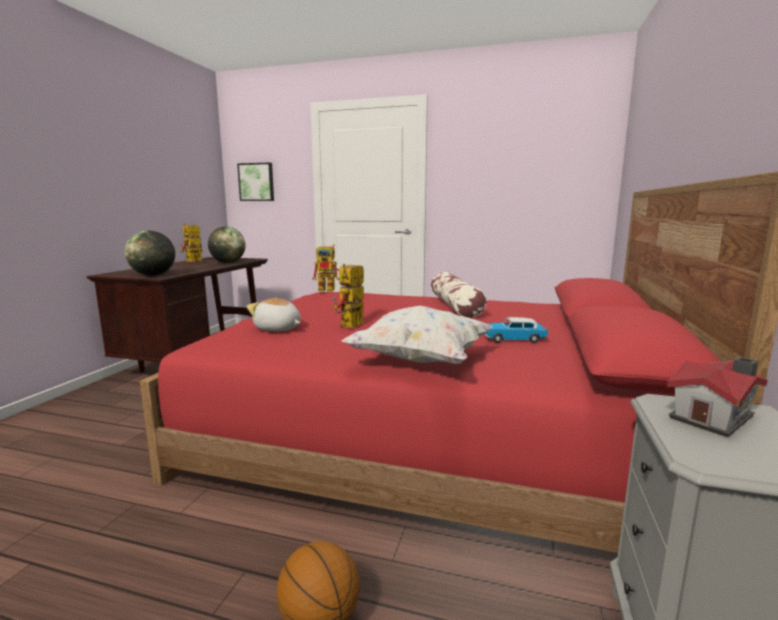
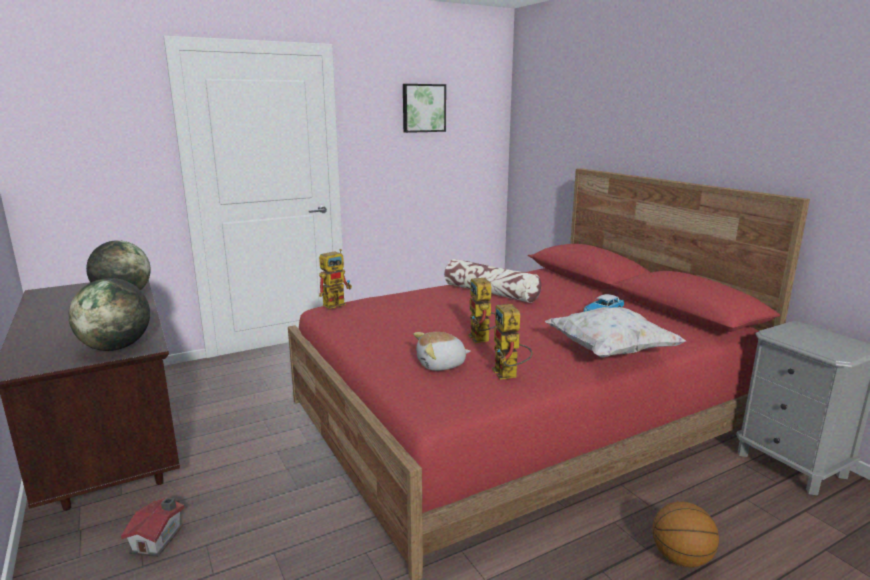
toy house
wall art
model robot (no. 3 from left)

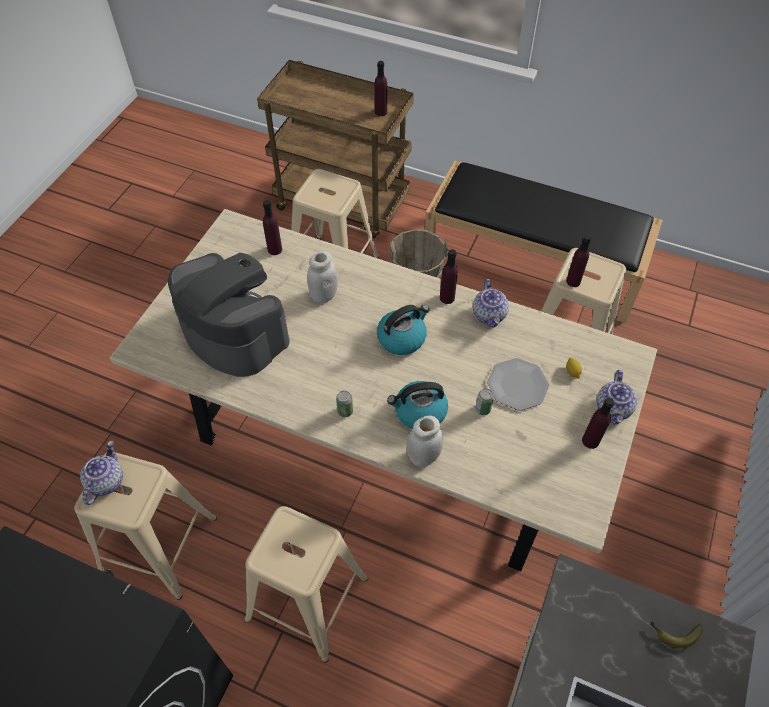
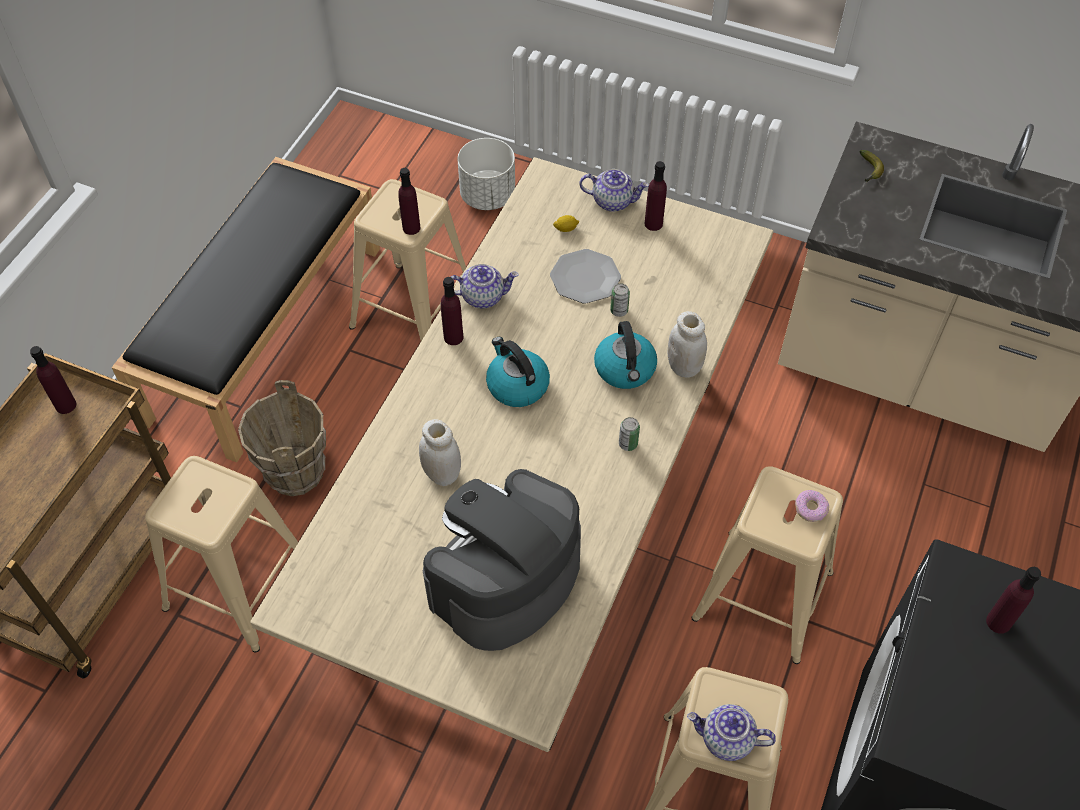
white planter
doughnut
purplish beverage bottle (no. 5 from left)

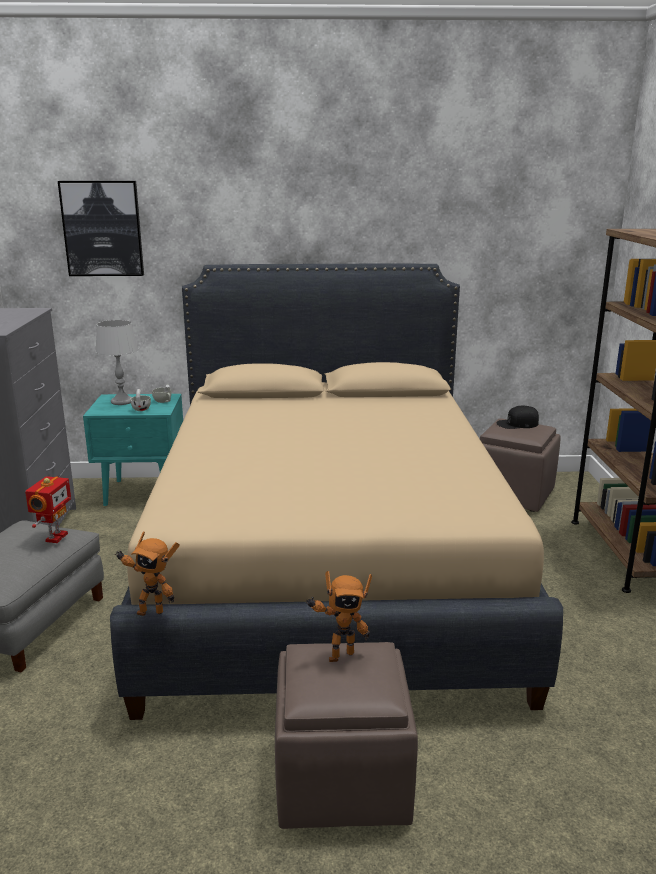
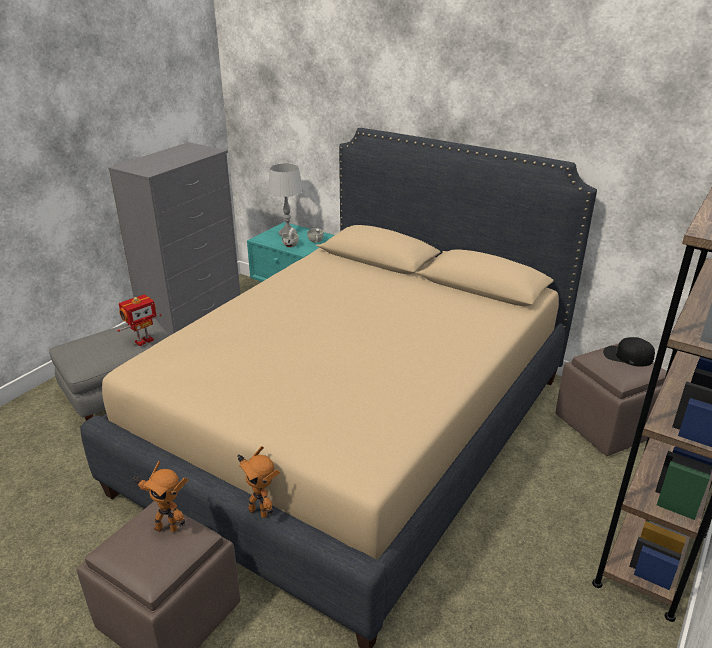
model robot (no. 3 from left)
wall art

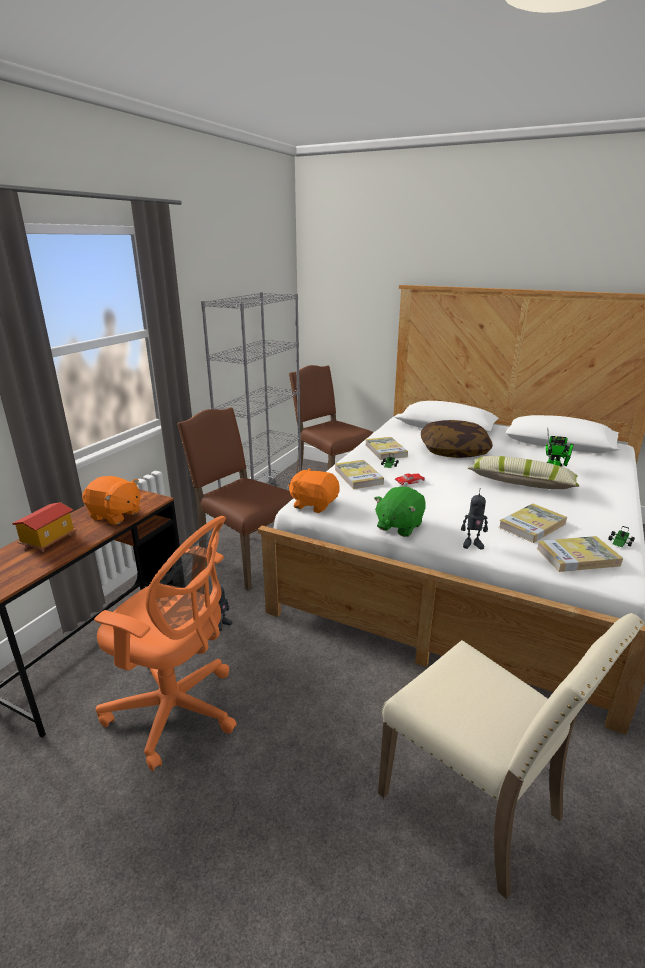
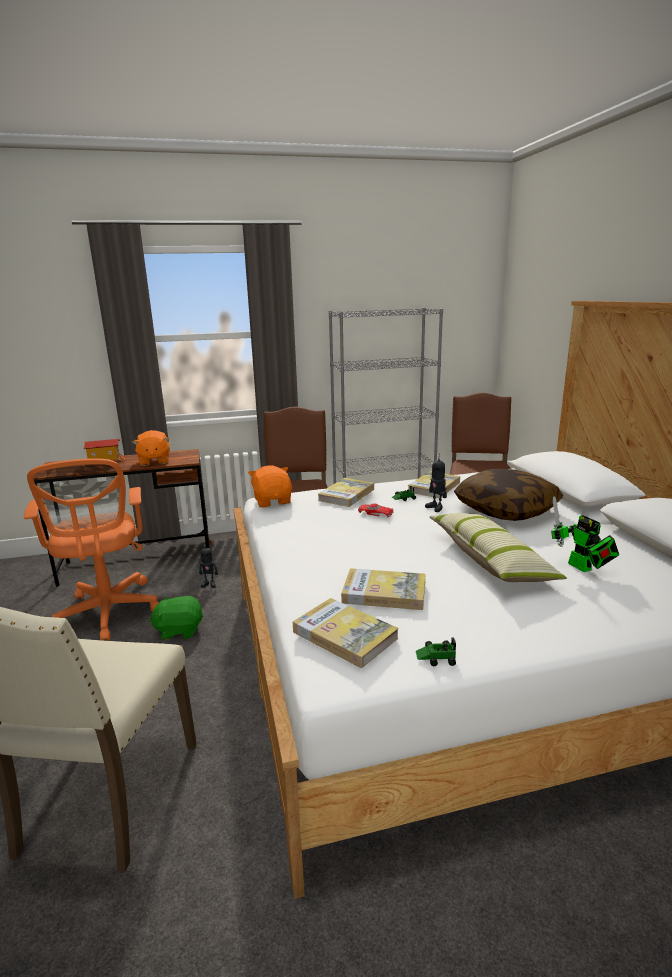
green-coloured plush toy
model robot (no. 2 from left)

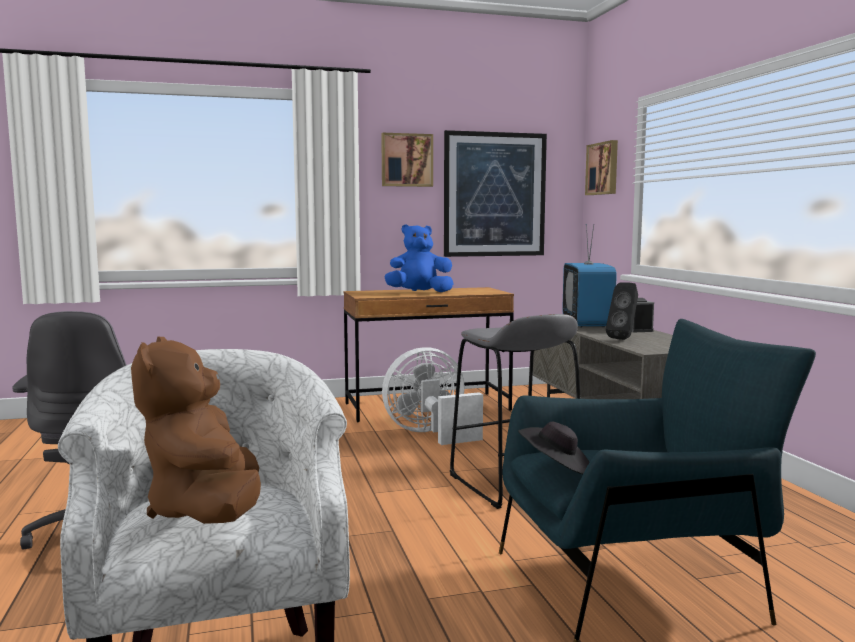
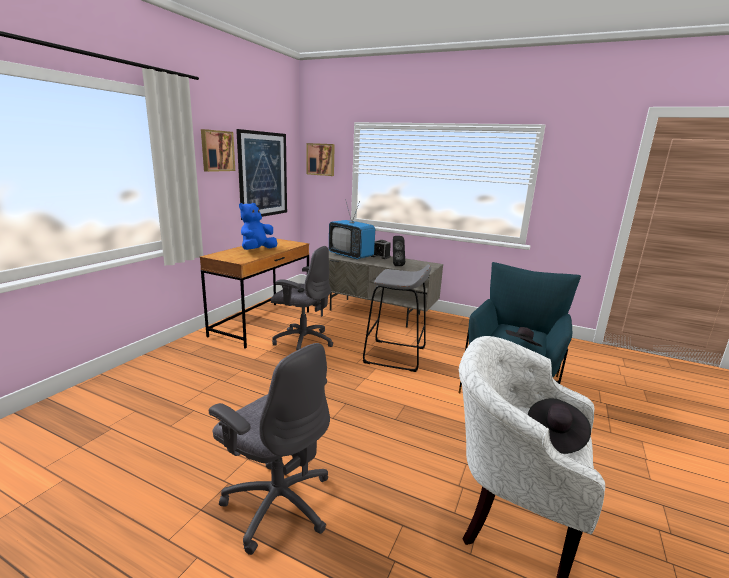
greyish desk chair (no. 2 from left)
blackish hat (no. 2 from left)

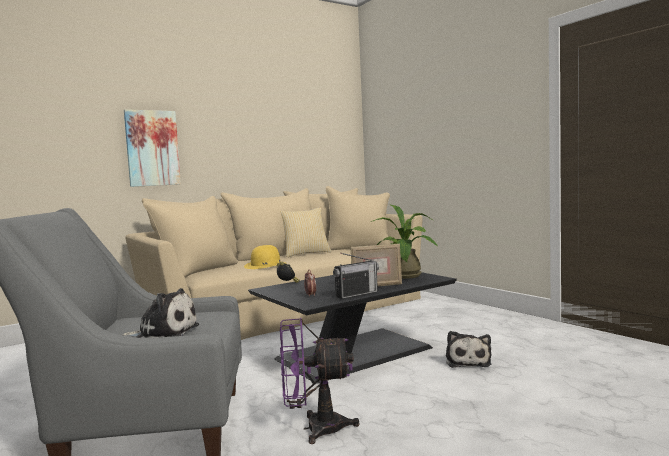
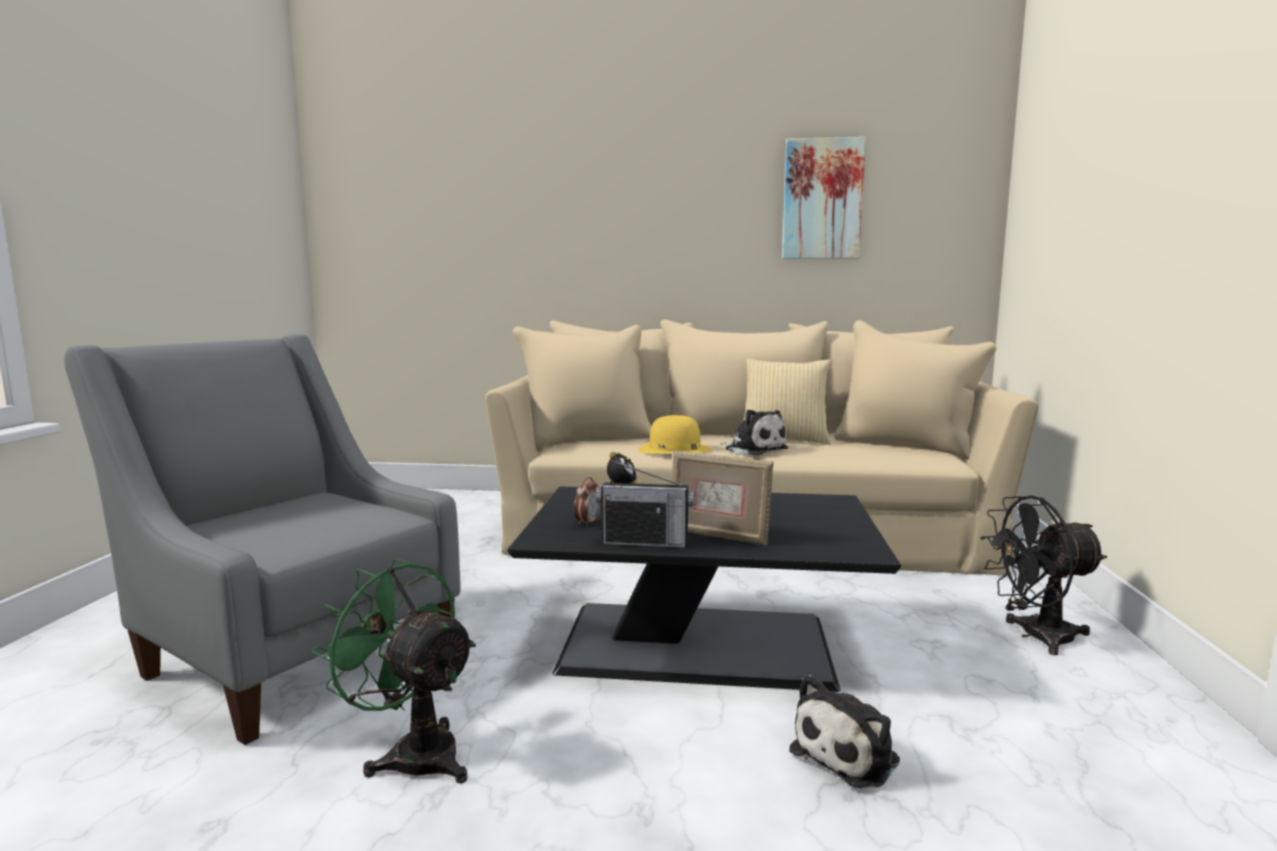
green-coloured cooling fan
plush toy (no. 1 from left)
wall art
blackish cooling fan
plant in a pot

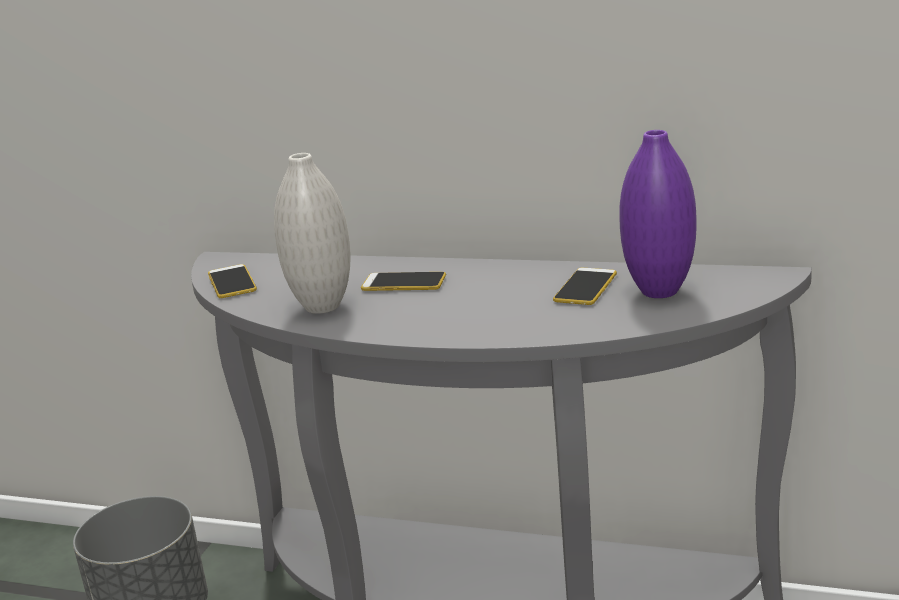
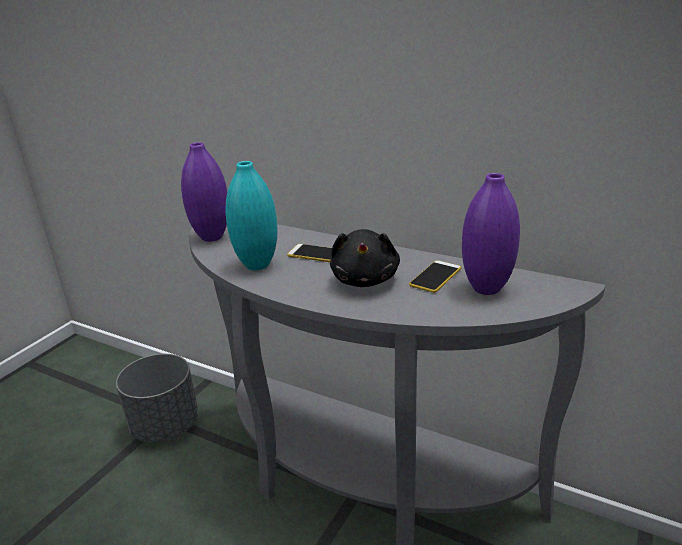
purplish flower vase (no. 1 from left)
turquoise-coloured flower vase
blackish plush toy

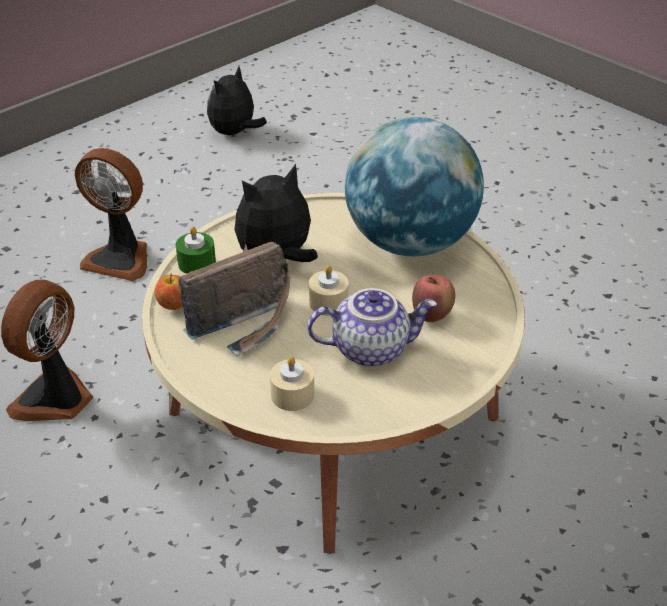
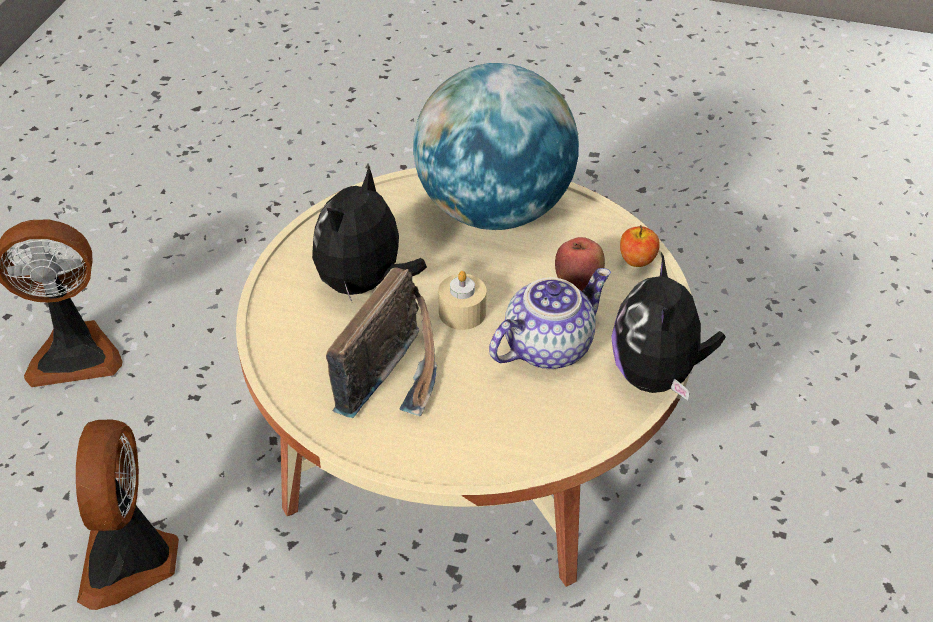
plush toy (no. 2 from left)
apple fruit (no. 2 from left)
green-coloured wax light
sand-coloured wax light (no. 1 from left in the first image)

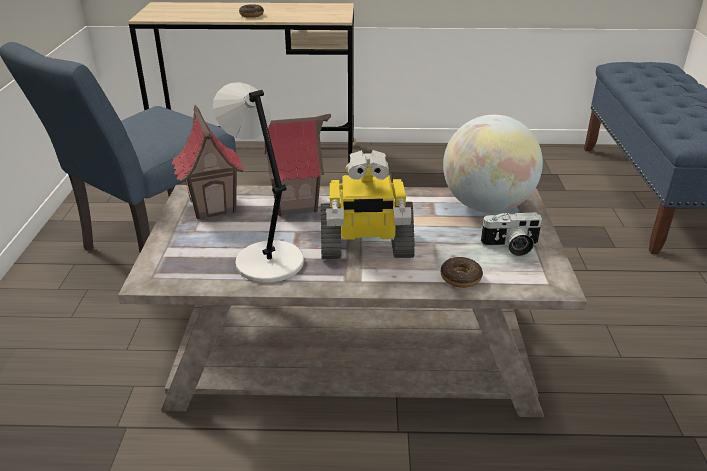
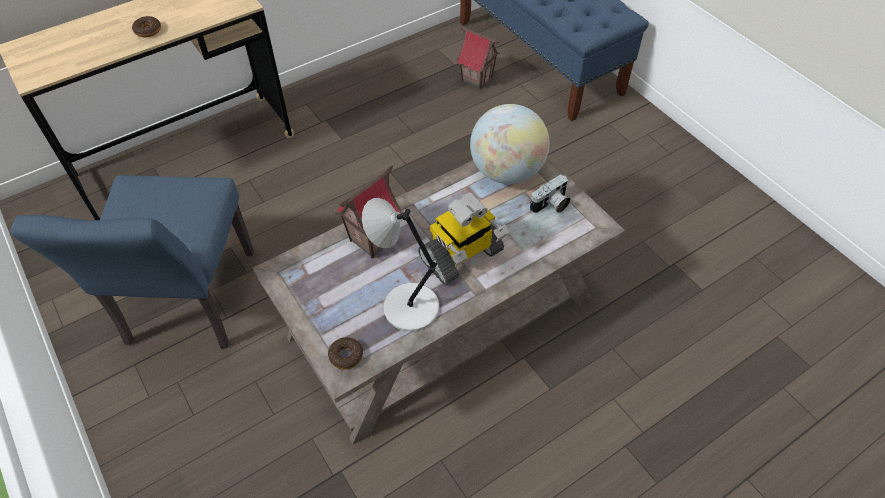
doughnut (no. 2 from left)
toy house (no. 2 from left)

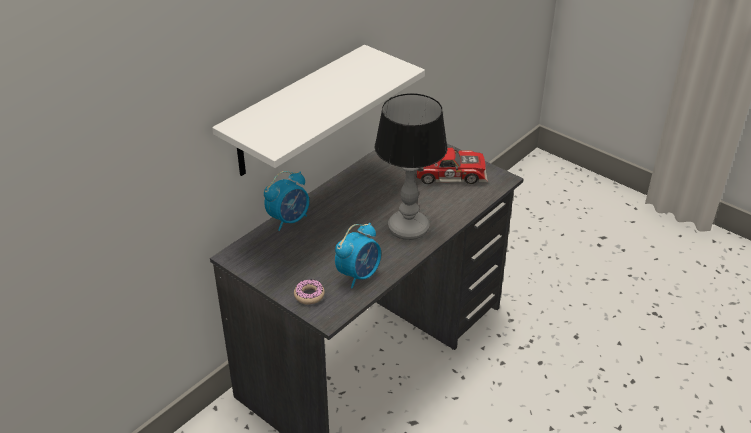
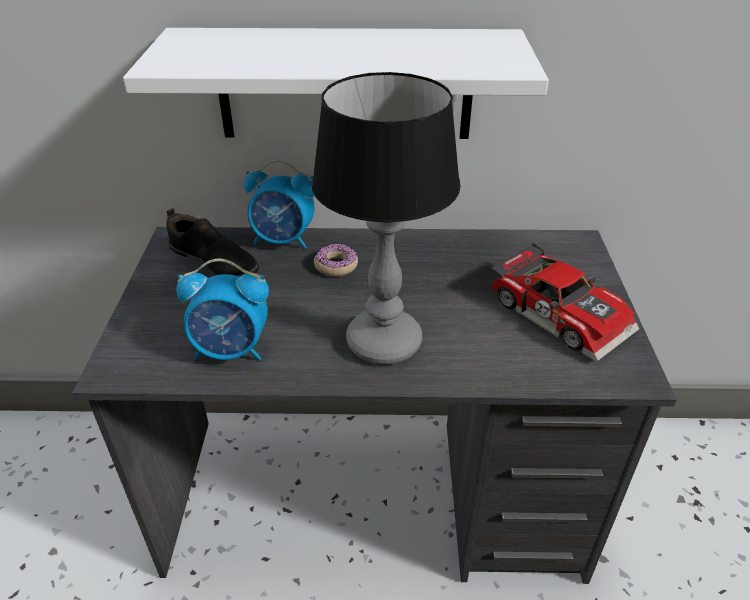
blackish low shoe
doughnut

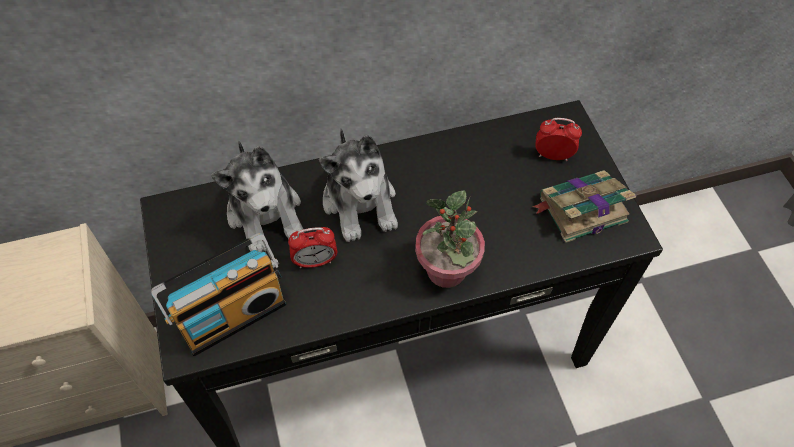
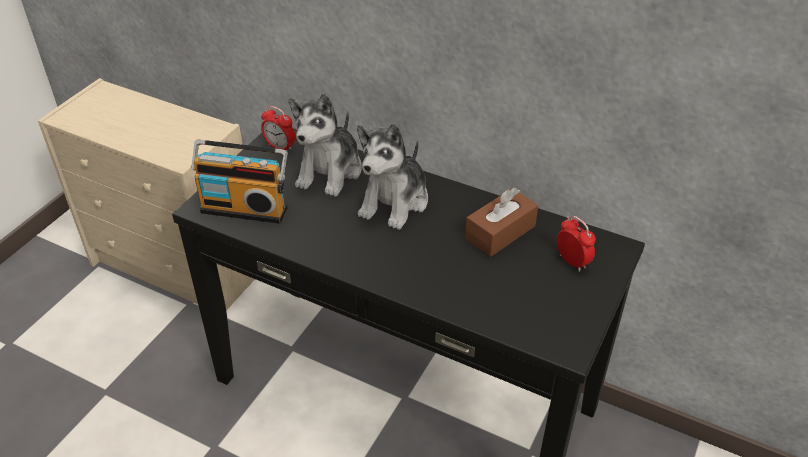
table clock (no. 1 from left)
brown-coloured box of tissues
plant in a pot
volume

